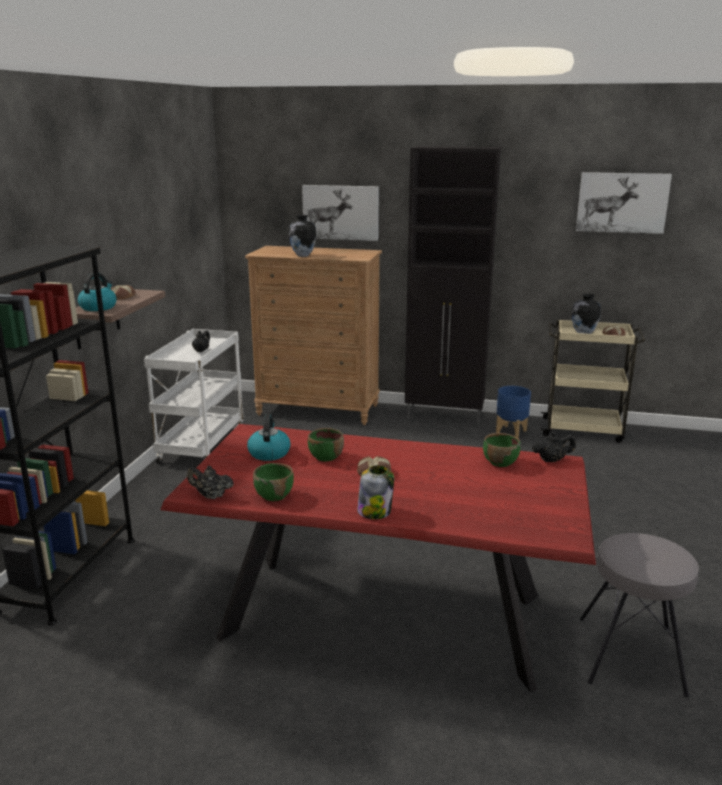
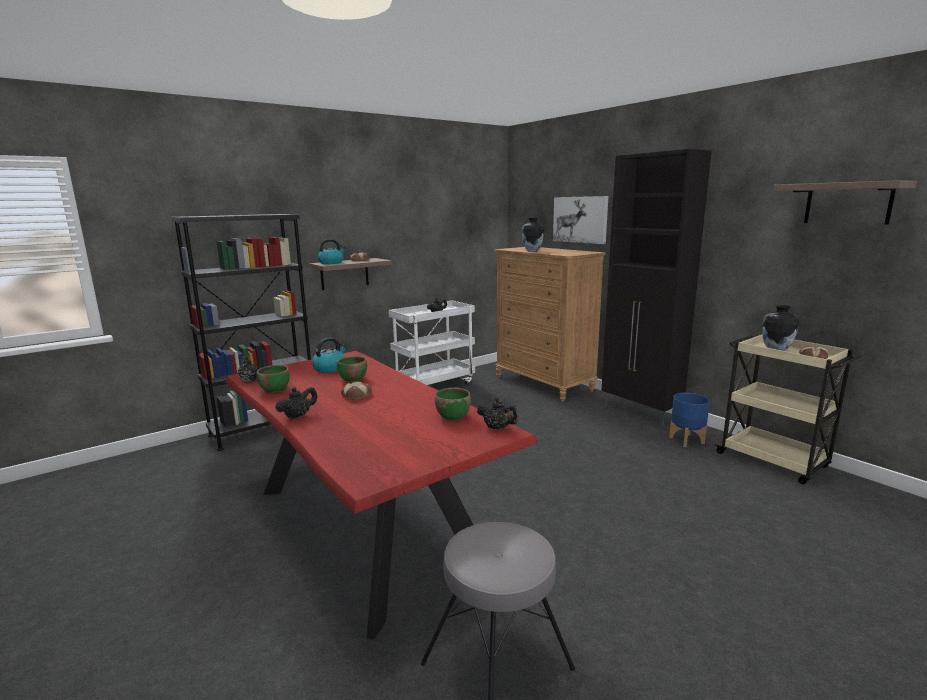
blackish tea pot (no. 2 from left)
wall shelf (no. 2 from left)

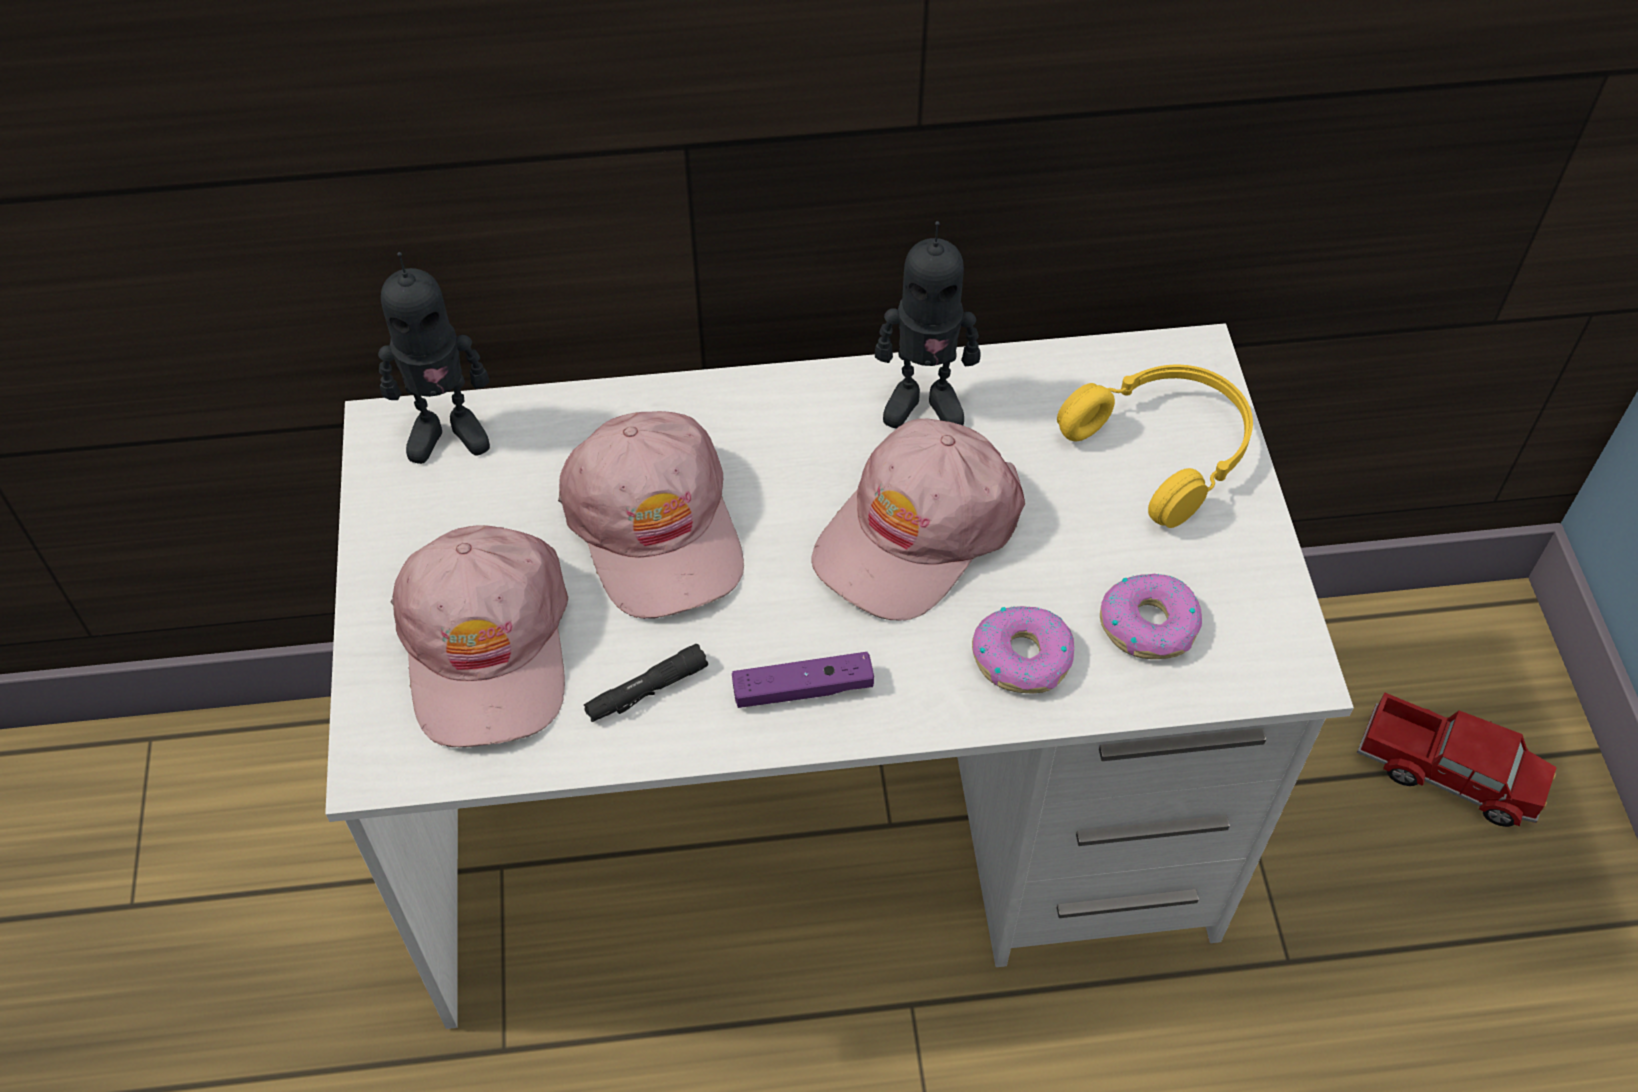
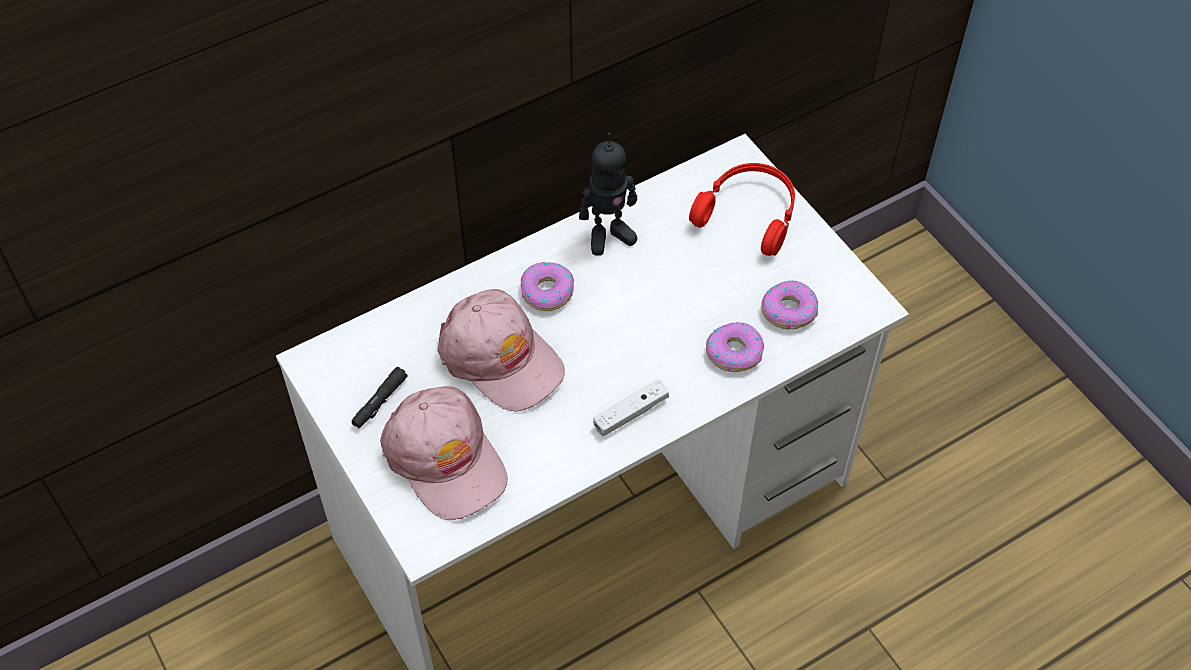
blackish torch
doughnut (no. 1 from left)
white game controller
red pair of headphones
model robot (no. 1 from left in the first image)
pinkish baseball cap (no. 3 from left in the first image)
toy lorry

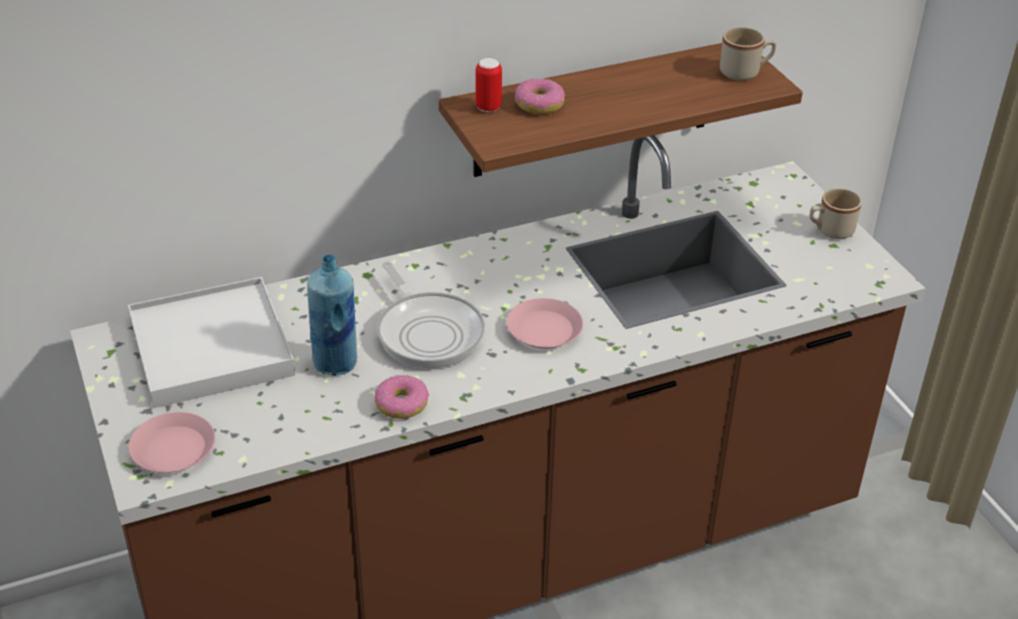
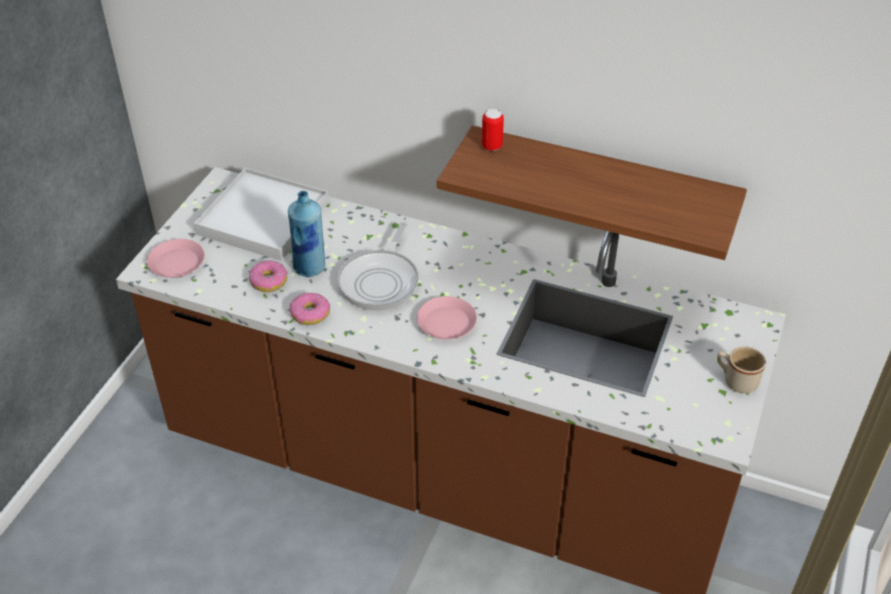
doughnut (no. 1 from left)
sand-coloured tea mug (no. 1 from left in the first image)

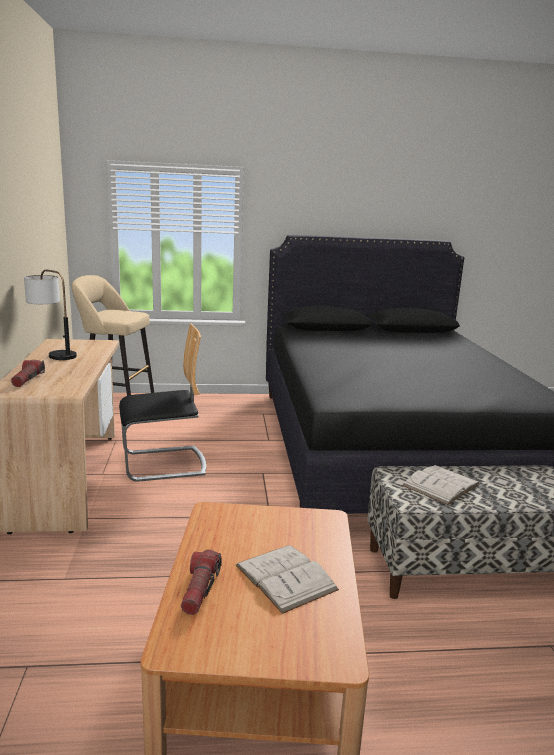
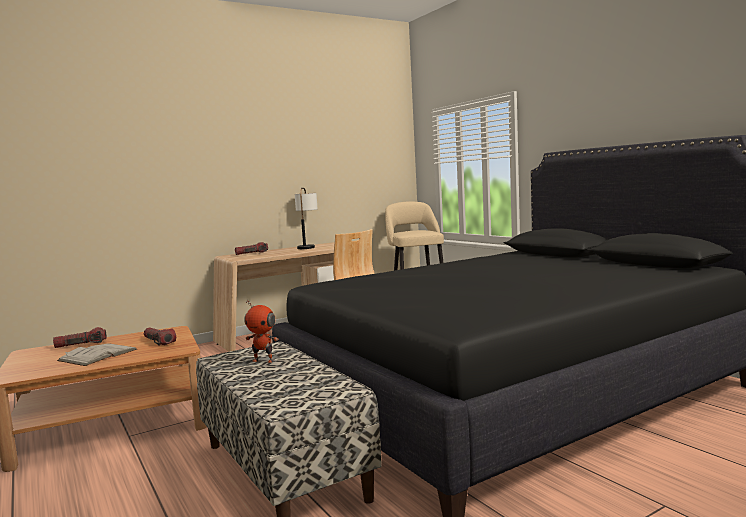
torch (no. 2 from left)
model robot

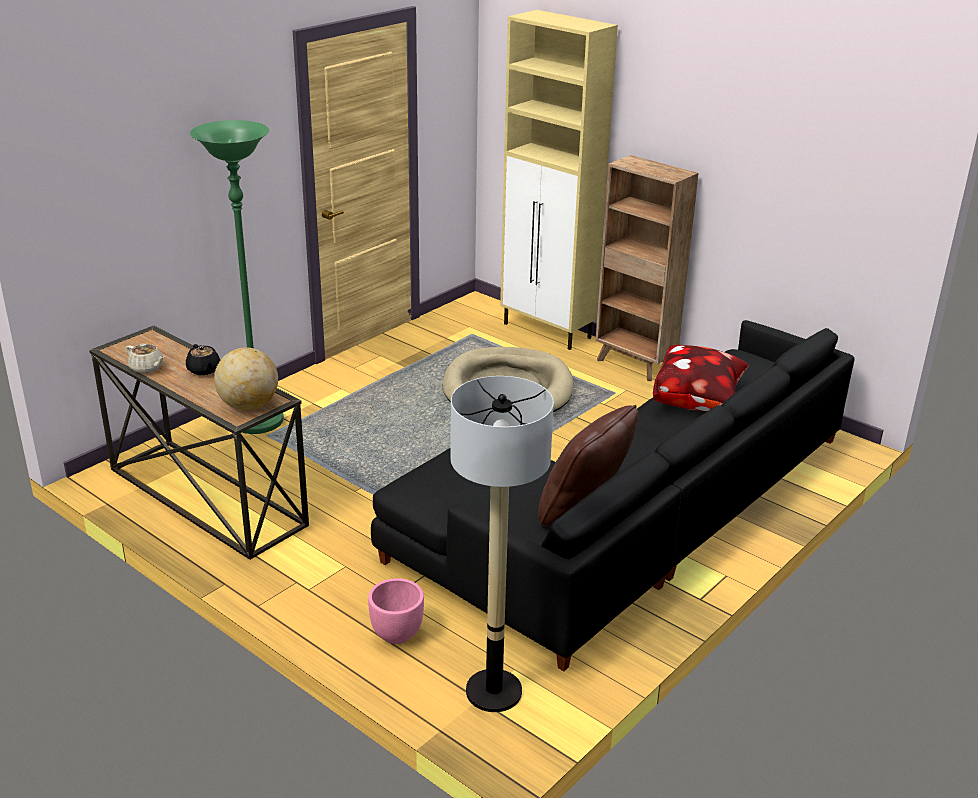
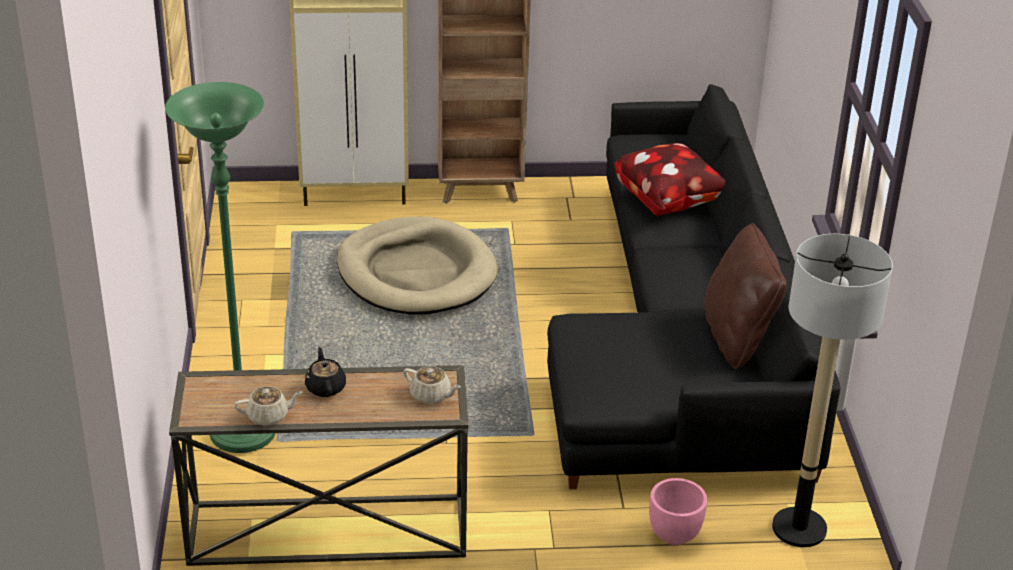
blackish tea pot
sand-coloured tea pot (no. 2 from left)

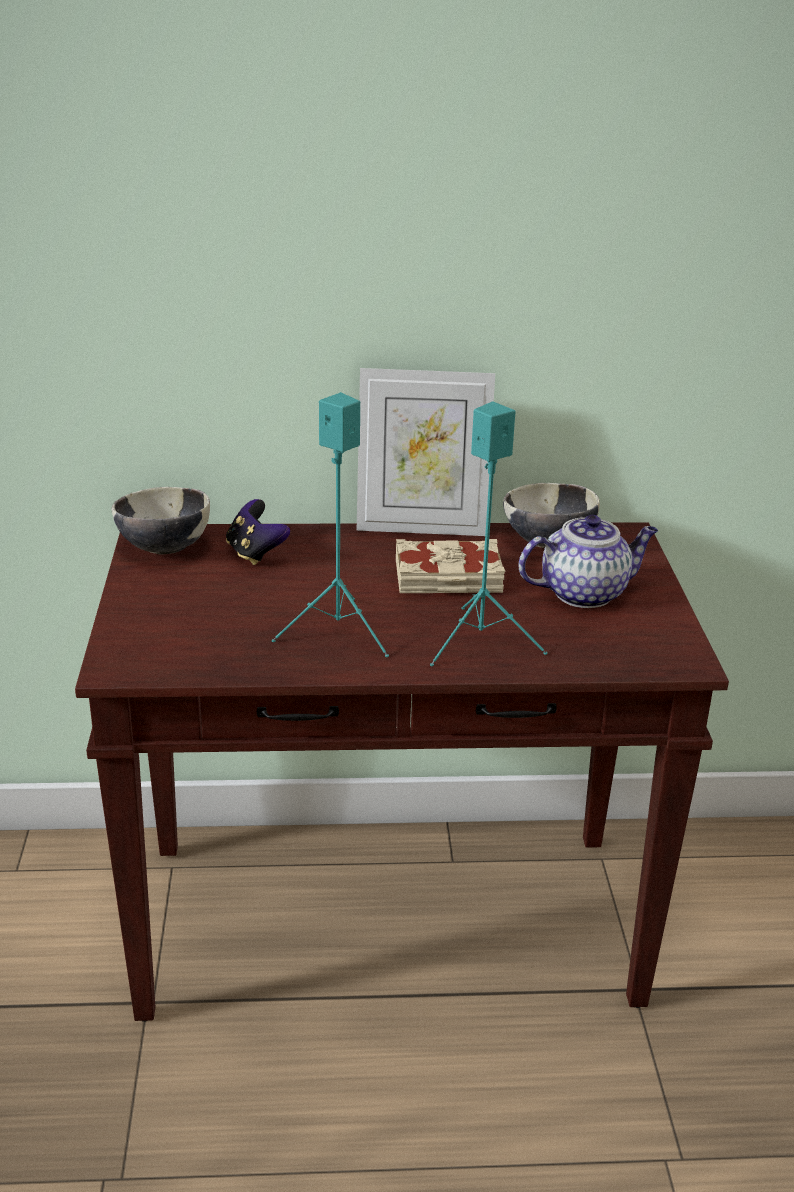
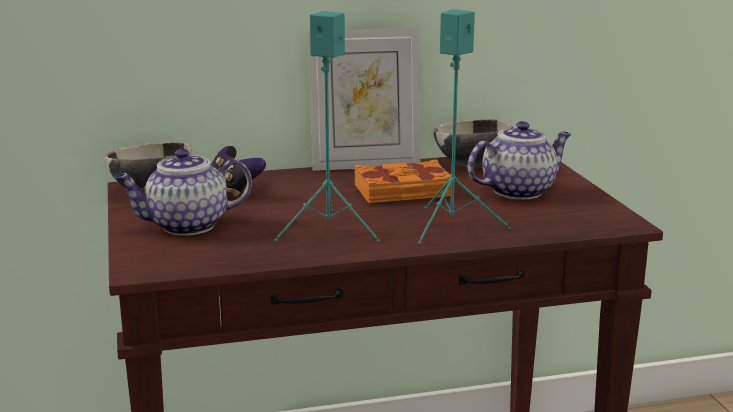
tea pot (no. 1 from left)
orange-coloured volume

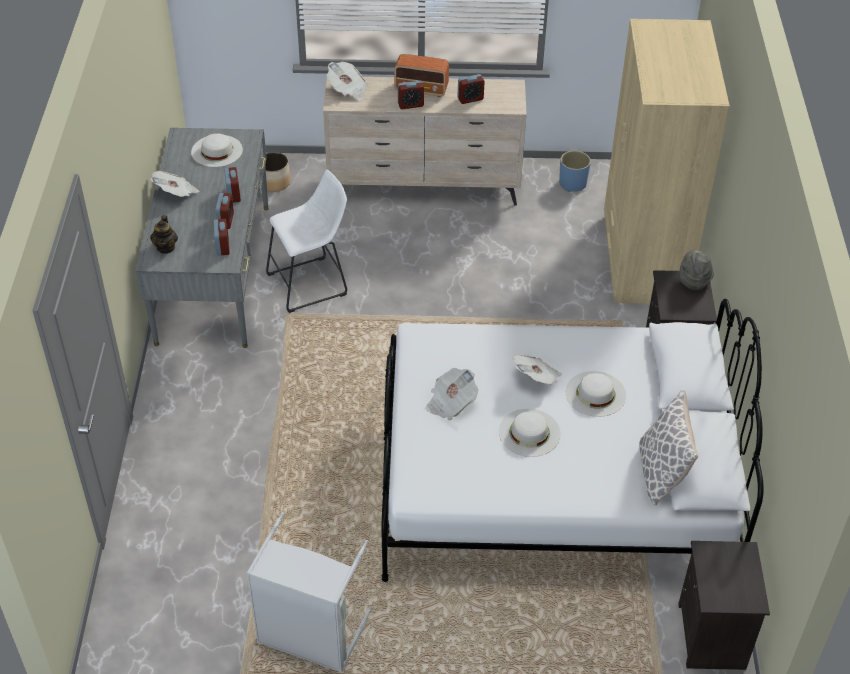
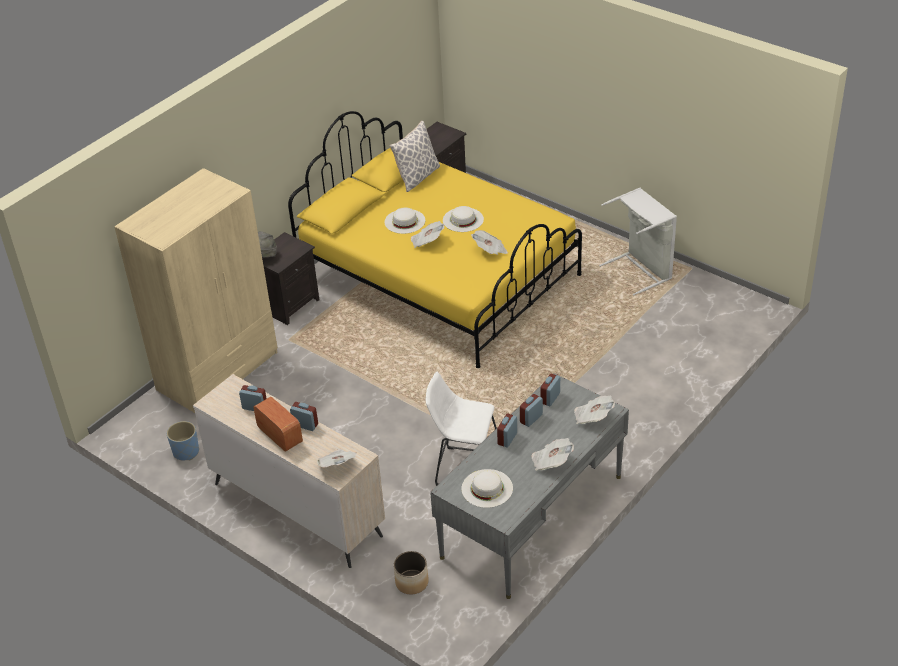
yellow-coloured bed
newspaper (no. 5 from left)

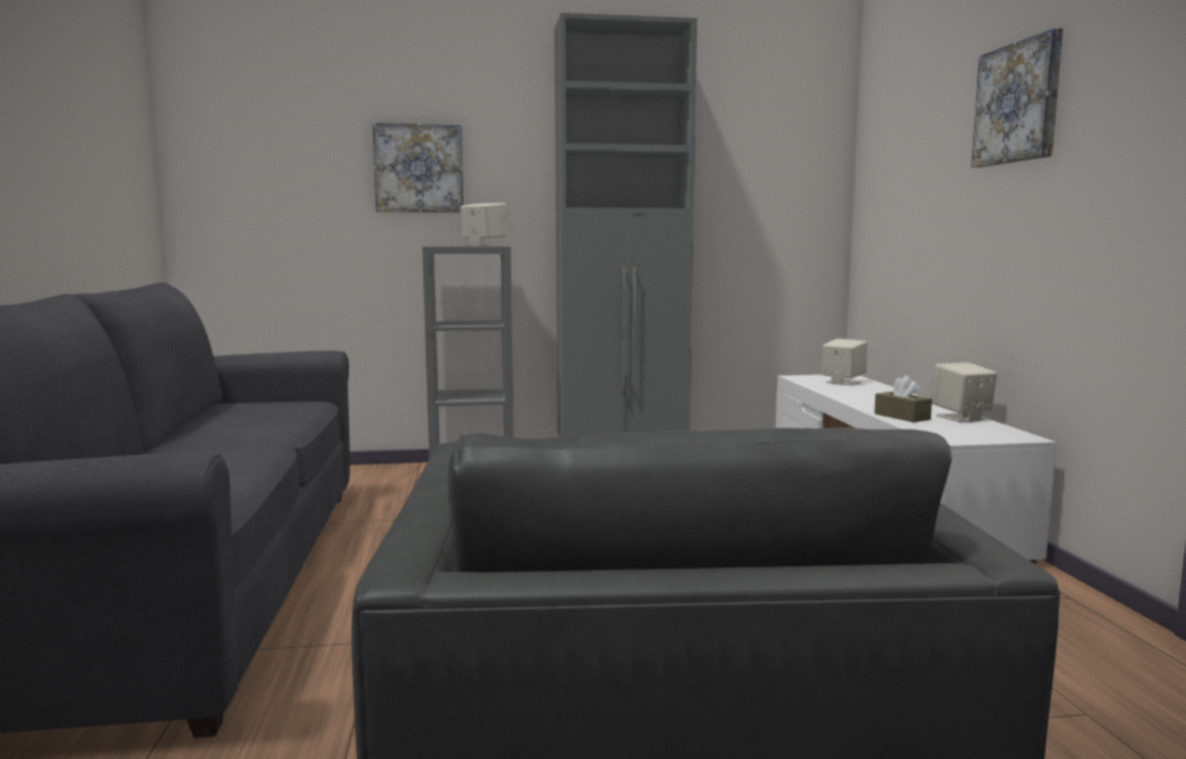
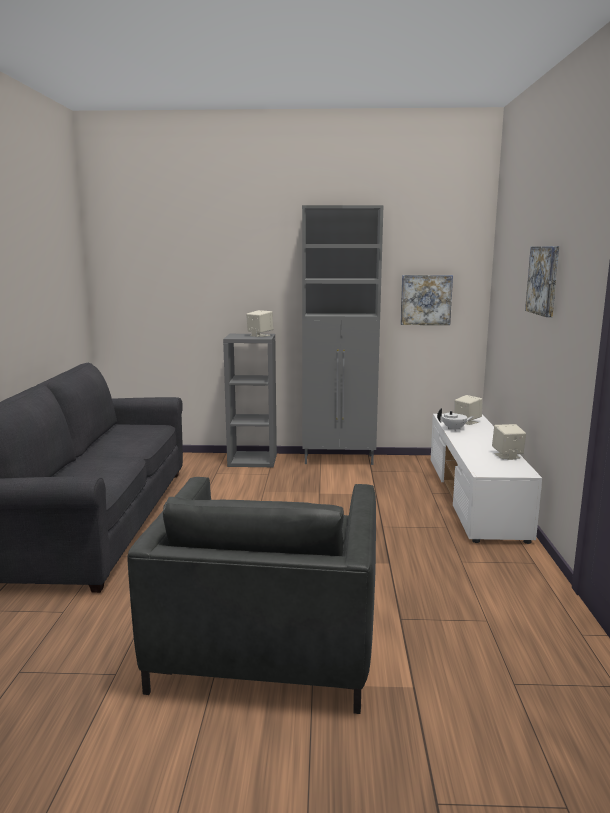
wall art (no. 1 from left)
white tea pot
brown-coloured box of tissues

